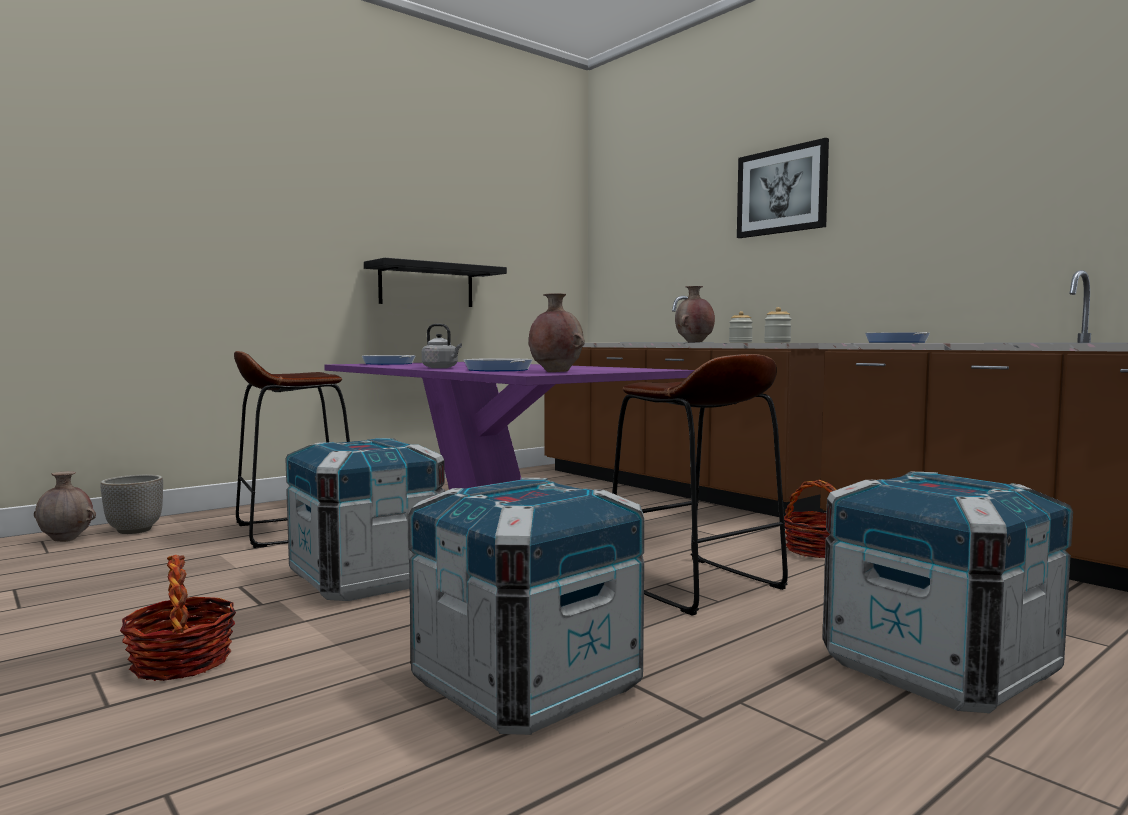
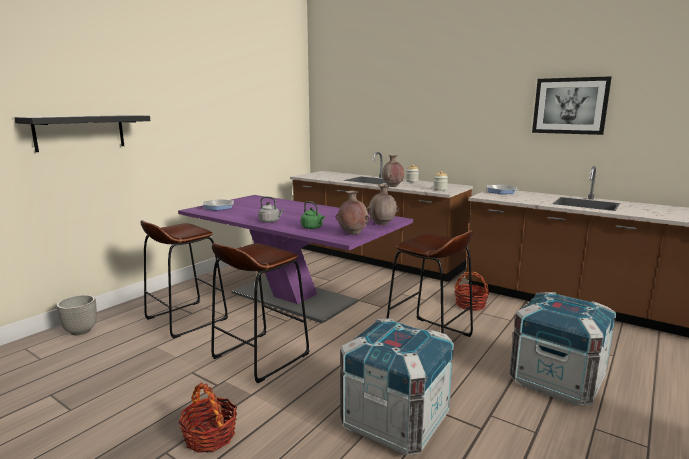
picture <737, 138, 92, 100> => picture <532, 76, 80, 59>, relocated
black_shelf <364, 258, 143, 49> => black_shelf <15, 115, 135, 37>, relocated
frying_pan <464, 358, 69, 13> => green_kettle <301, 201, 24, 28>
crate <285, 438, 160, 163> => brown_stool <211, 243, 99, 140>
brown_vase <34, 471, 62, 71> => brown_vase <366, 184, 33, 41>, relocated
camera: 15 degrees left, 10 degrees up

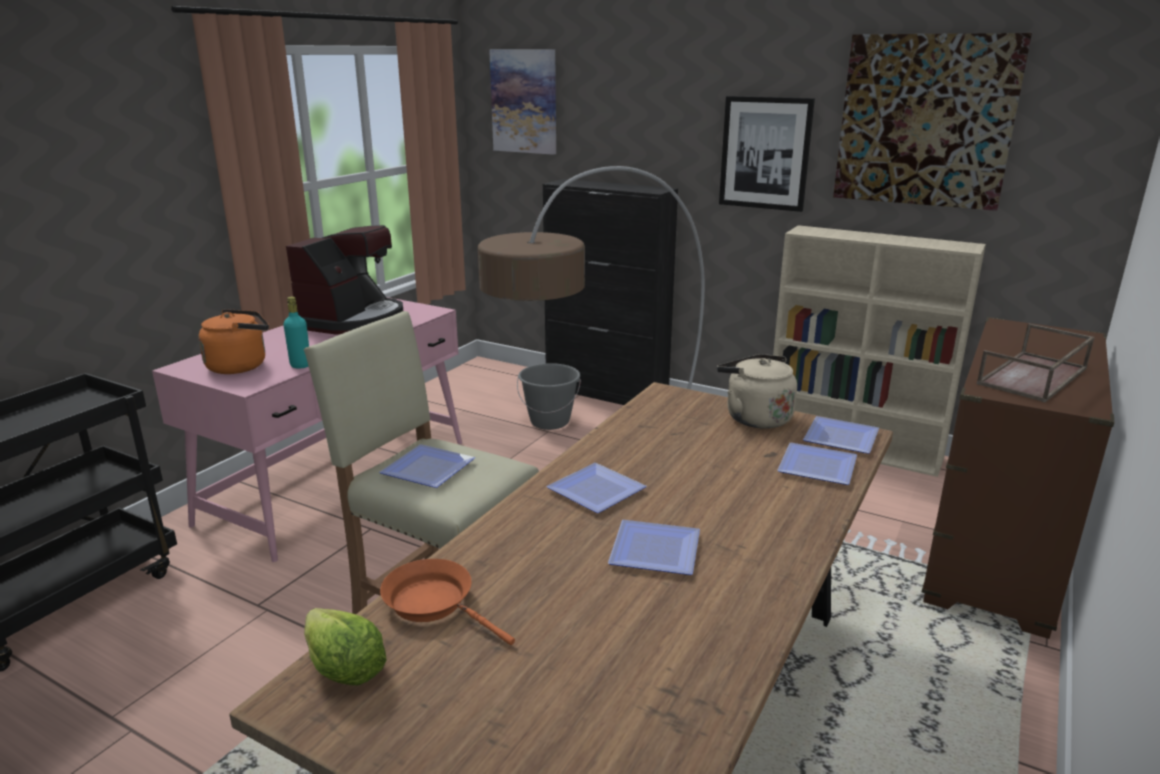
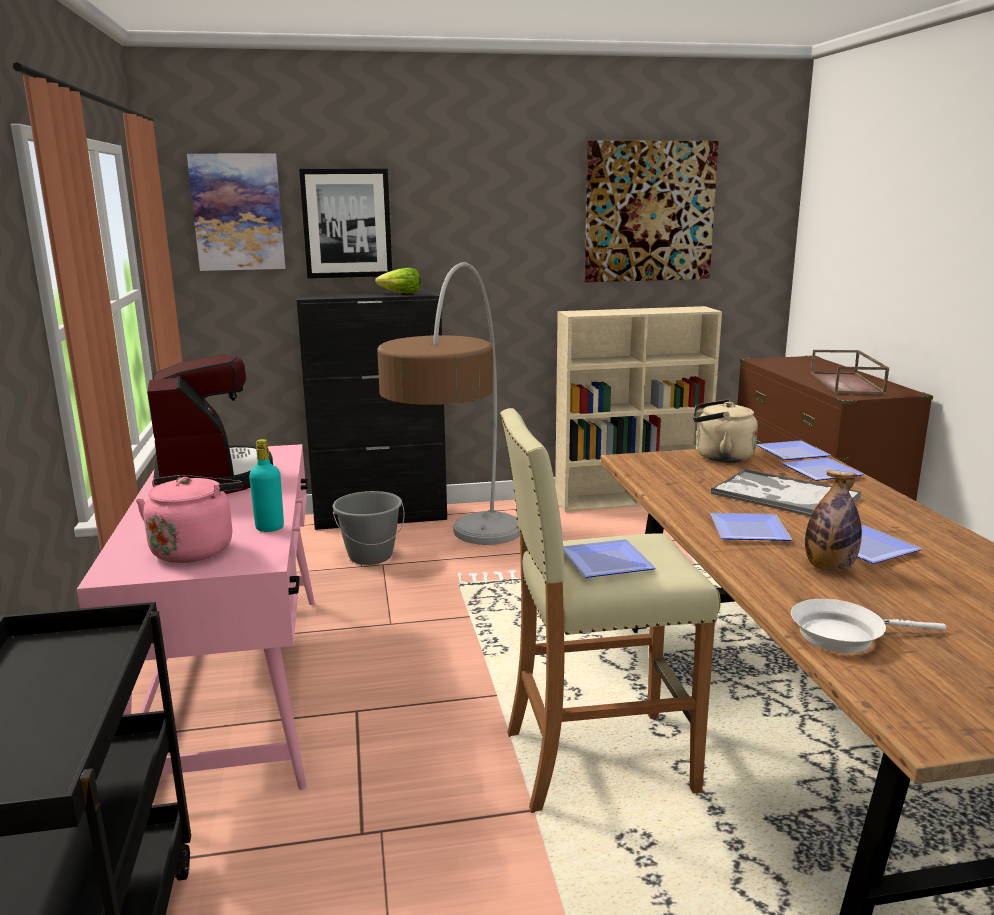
picture <719, 96, 96, 116> => picture <299, 168, 93, 110>, relocated
orange_kettle <198, 309, 71, 65> => pink_kettle <136, 475, 106, 88>
orange_frying_pan <380, 559, 135, 86> => white_frying_pan <791, 599, 155, 54>
lettuce <304, 608, 83, 77> => lettuce <375, 268, 46, 26>, relocated
nothing => tray <711, 469, 150, 48>
nothing => bottle <805, 470, 57, 102>
camera: 40 degrees left, 5 degrees down

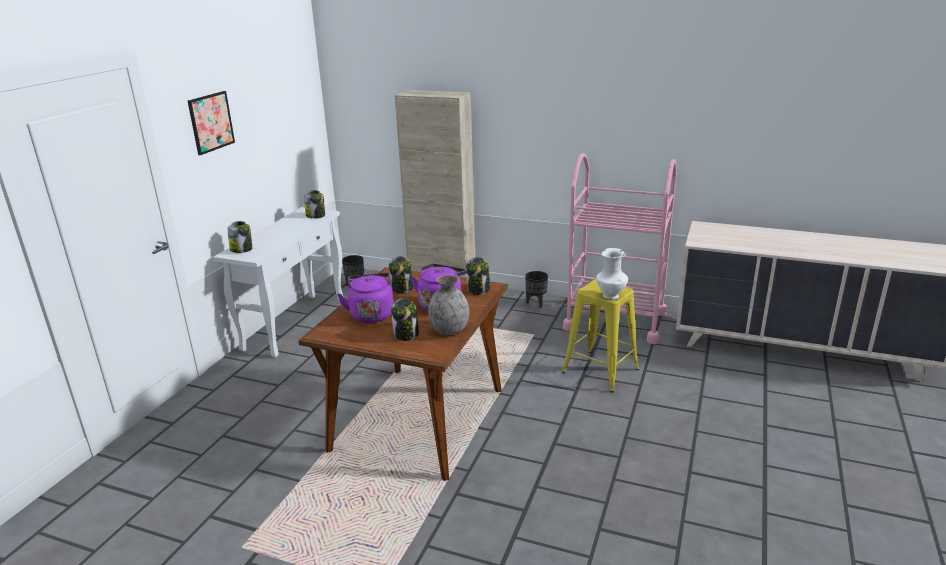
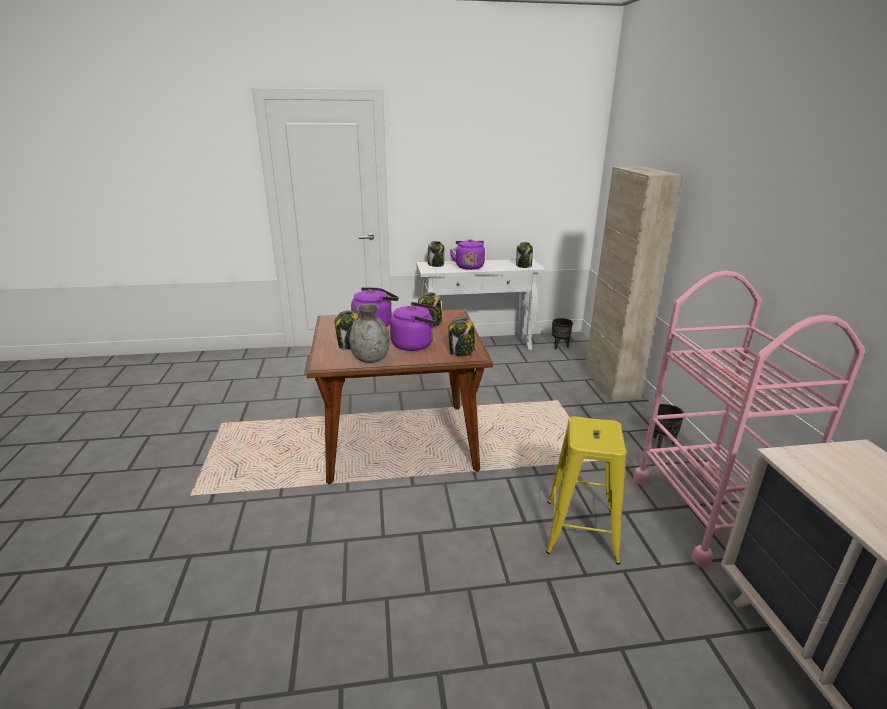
picture <188, 91, 47, 64> => nothing
white_vase <596, 248, 32, 52> => nothing
nothing => purple_kettle <450, 239, 35, 31>
camera: 60 degrees right, 0 degrees up

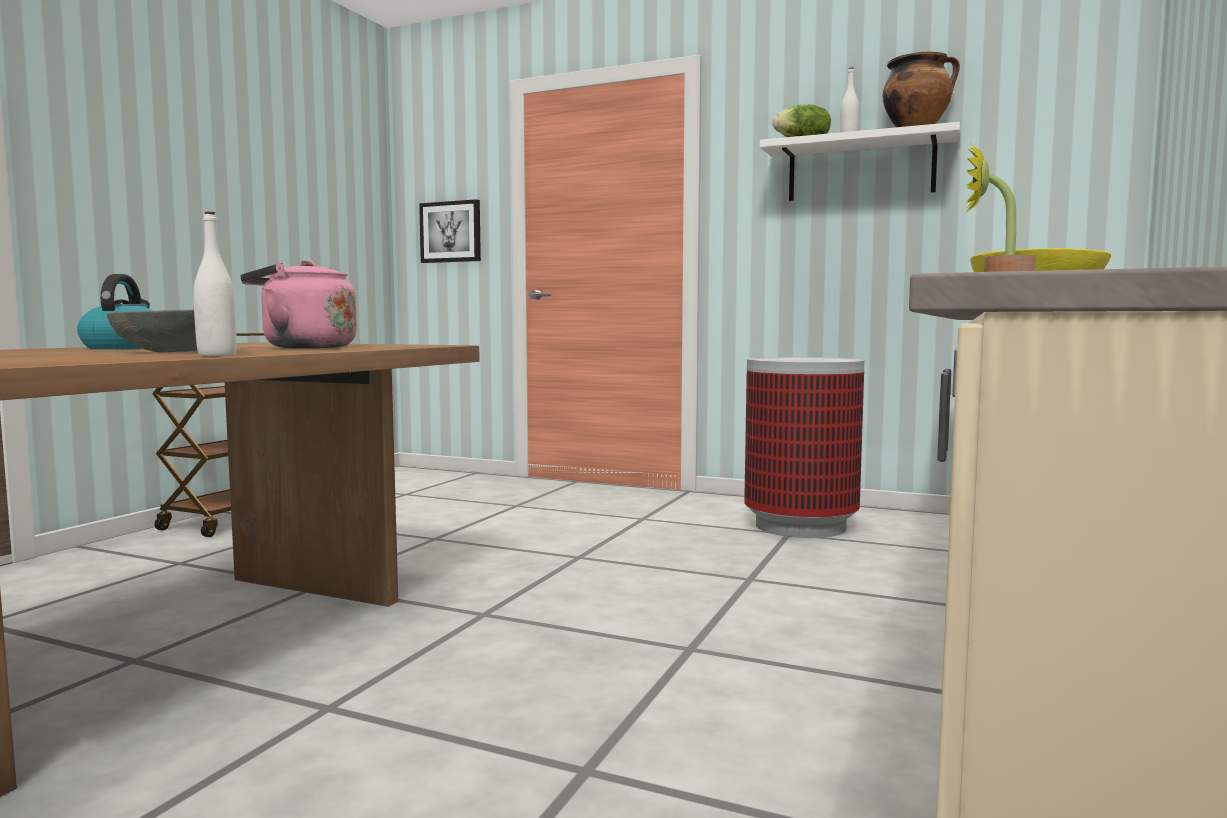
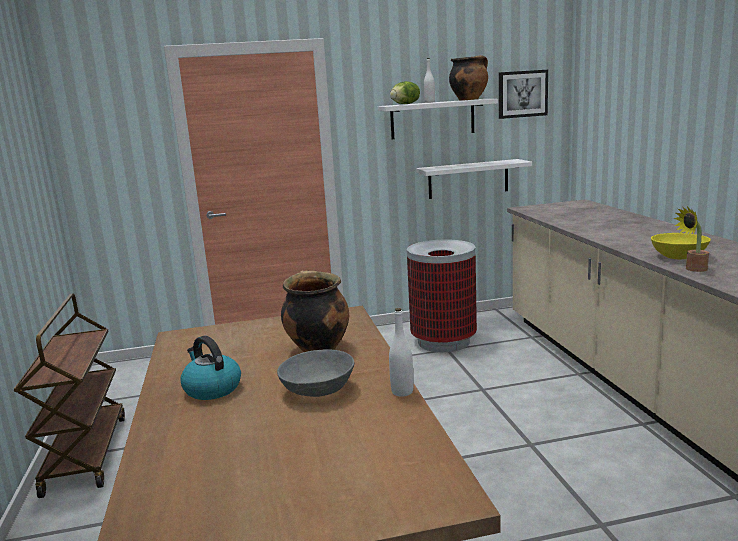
picture <419, 199, 62, 64> => picture <499, 70, 49, 49>, relocated
pink_kettle <240, 260, 117, 88> => cooking_pot <281, 270, 69, 82>
nothing => white_shelf <416, 159, 116, 40>
camera: 35 degrees left, 10 degrees up

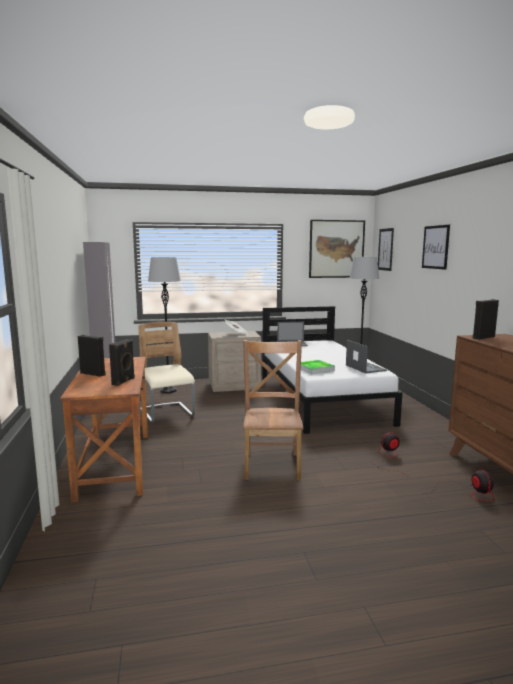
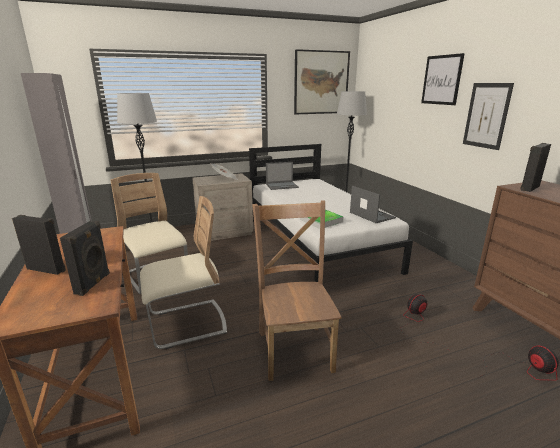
picture <378, 228, 16, 43> => picture <463, 83, 51, 67>, relocated
nothing => beige_chair <140, 196, 87, 153>
camera: 10 degrees left, 10 degrees up

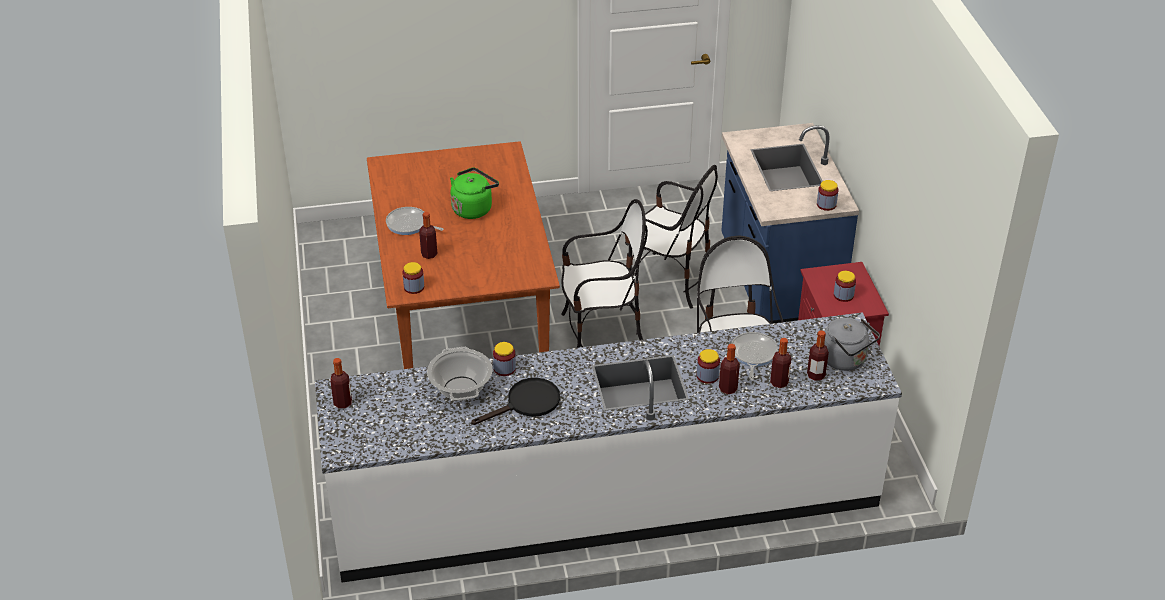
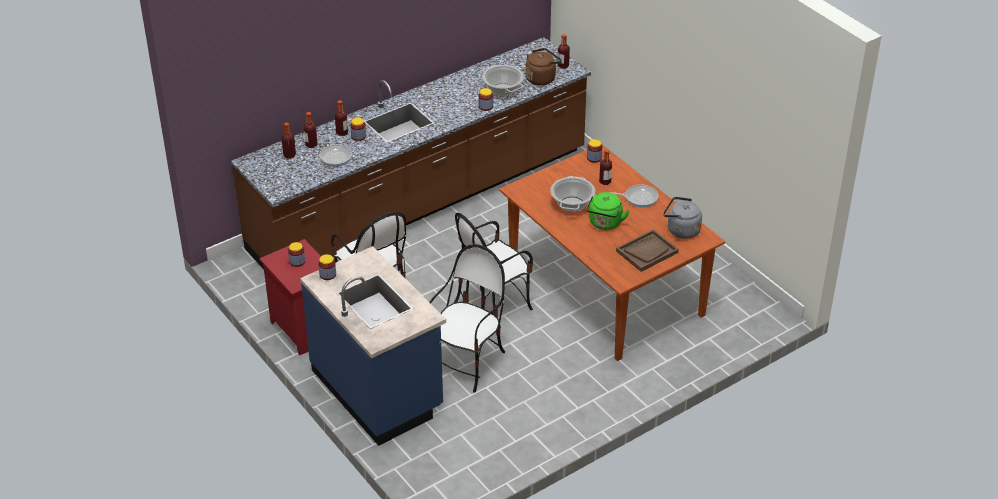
chair <625, 165, 93, 144> => chair <429, 244, 76, 149>, 120 degrees clockwise
white_counter <315, 312, 587, 270> => brown_counter <231, 37, 360, 232>
grey_kettle <824, 318, 56, 53> => grey_kettle <663, 197, 39, 42>, relocated
black_frying_pan <471, 378, 89, 47> => nothing
nothing => brown_kettle <525, 48, 37, 38>
nothing => cooking_pot <550, 176, 45, 36>
nothing => brown_tray <616, 229, 63, 43>
camera: 155 degrees right, 0 degrees up

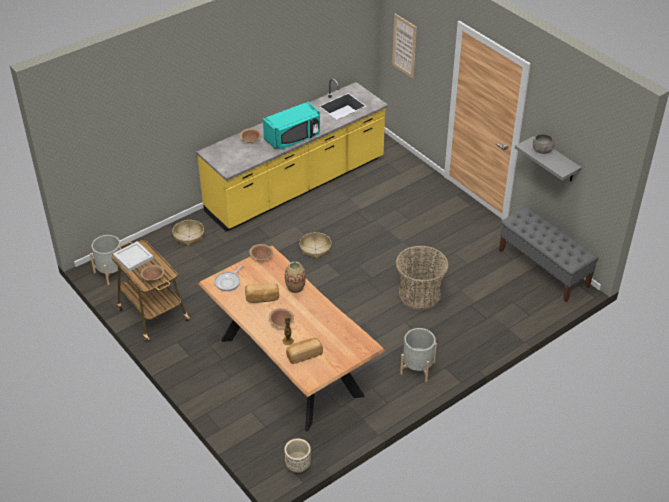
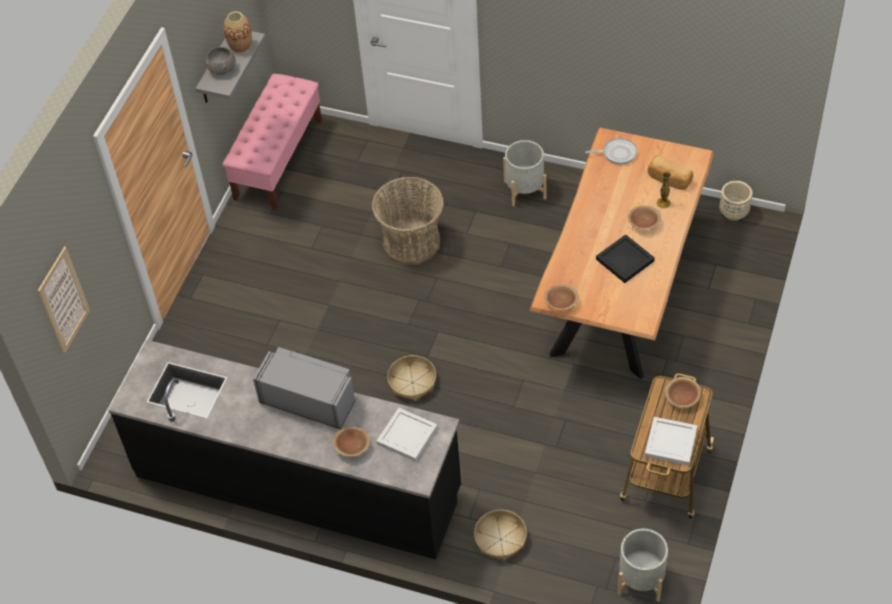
yellow_counter <196, 78, 192, 154> => black_counter <108, 340, 353, 220>
turquoise_microwave <263, 101, 57, 49> => grey_microwave <253, 347, 102, 82>
grey_bench <499, 207, 100, 95> => pink_bench <222, 74, 100, 136>
vase <285, 261, 21, 32> => vase <224, 11, 28, 42>, relocated
frying_pan <215, 264, 28, 27> => frying_pan <585, 138, 52, 27>, relocated
bread <245, 283, 34, 20> => black_tray <596, 234, 59, 49>
nothing => white_tray <376, 408, 62, 54>
camera: 120 degrees left, 10 degrees up

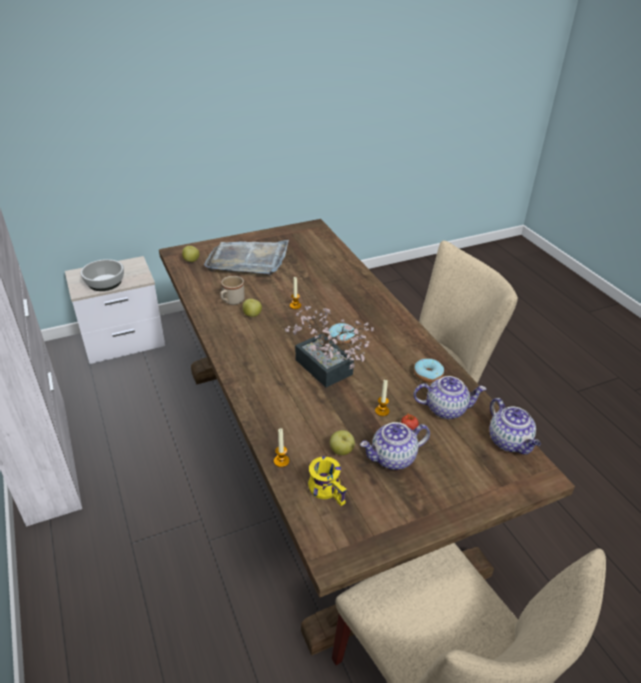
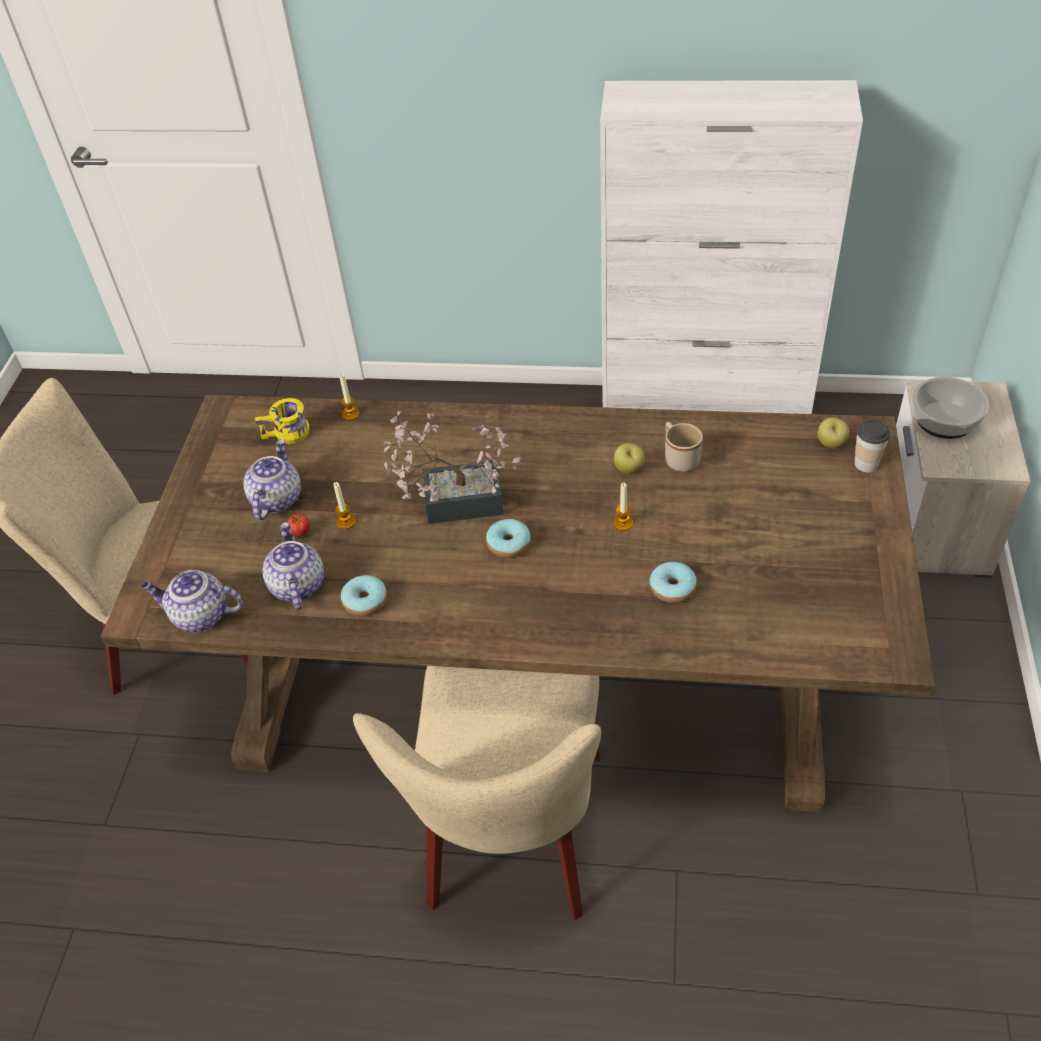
grey_tray <204, 240, 85, 37> => nothing
teapot <413, 376, 73, 43> => teapot <262, 522, 62, 88>, 135 degrees clockwise
apple <330, 430, 25, 25> => nothing
nothing => cup <854, 419, 36, 53>
nothing => donut <650, 562, 47, 41>
camera: 125 degrees right, 10 degrees up

